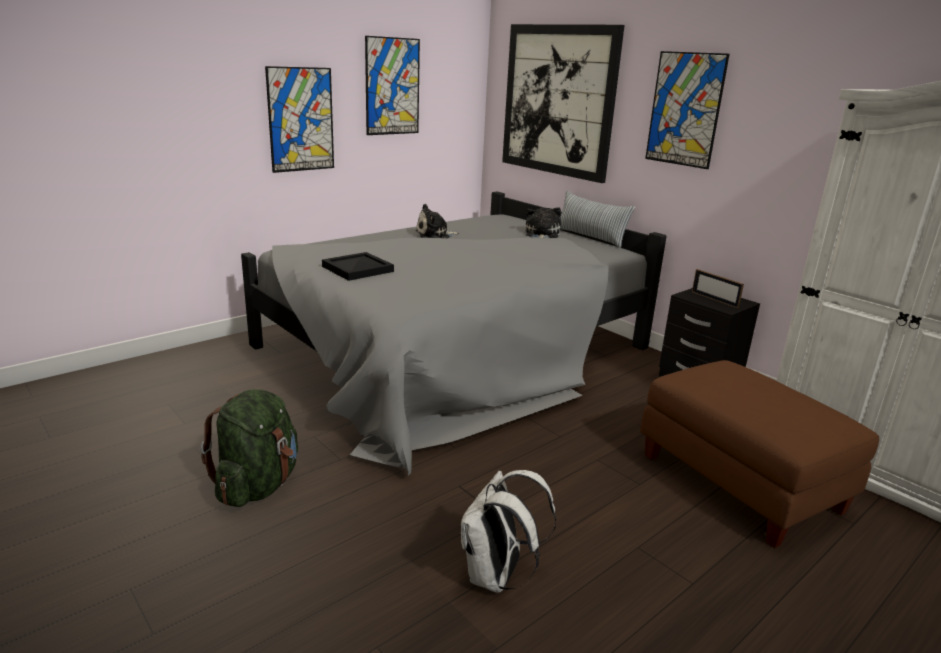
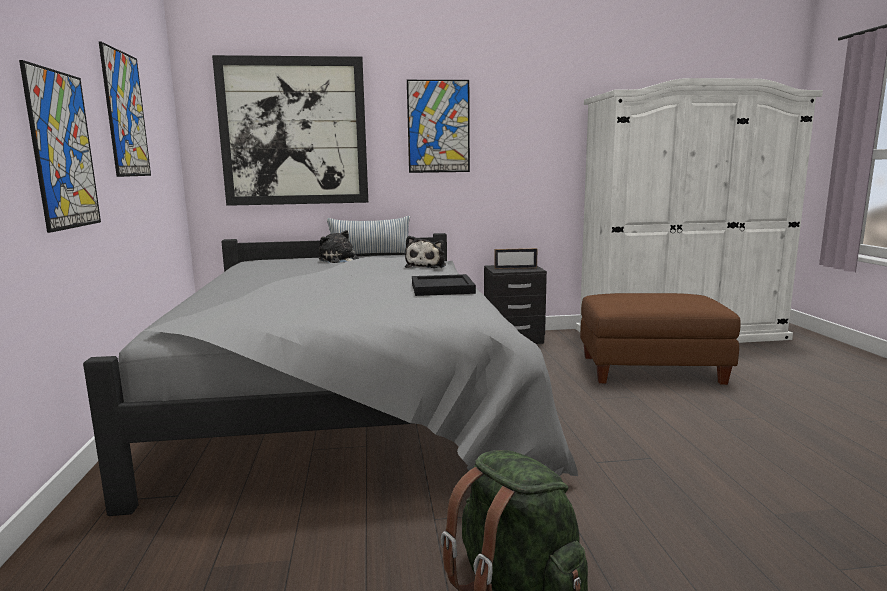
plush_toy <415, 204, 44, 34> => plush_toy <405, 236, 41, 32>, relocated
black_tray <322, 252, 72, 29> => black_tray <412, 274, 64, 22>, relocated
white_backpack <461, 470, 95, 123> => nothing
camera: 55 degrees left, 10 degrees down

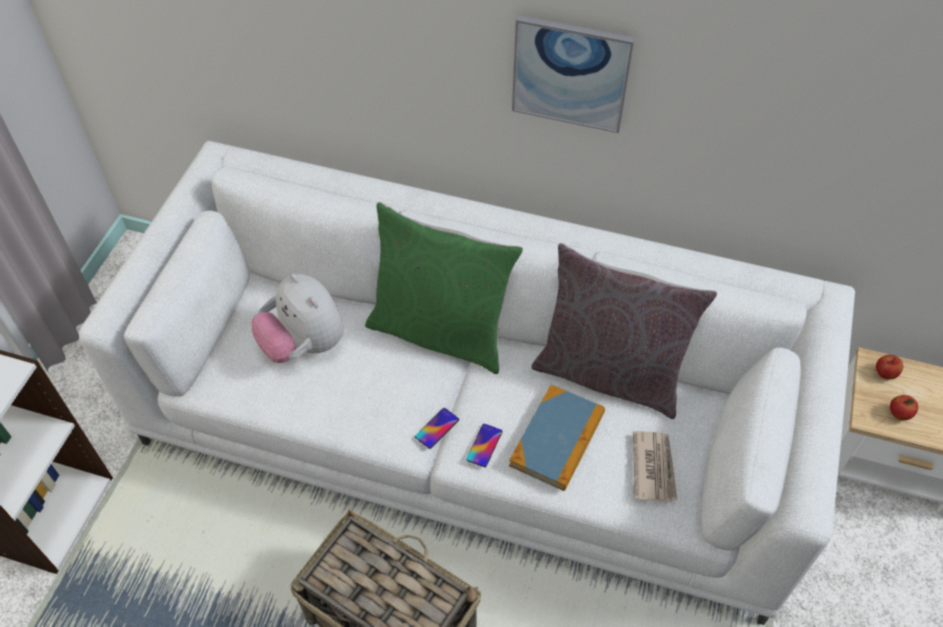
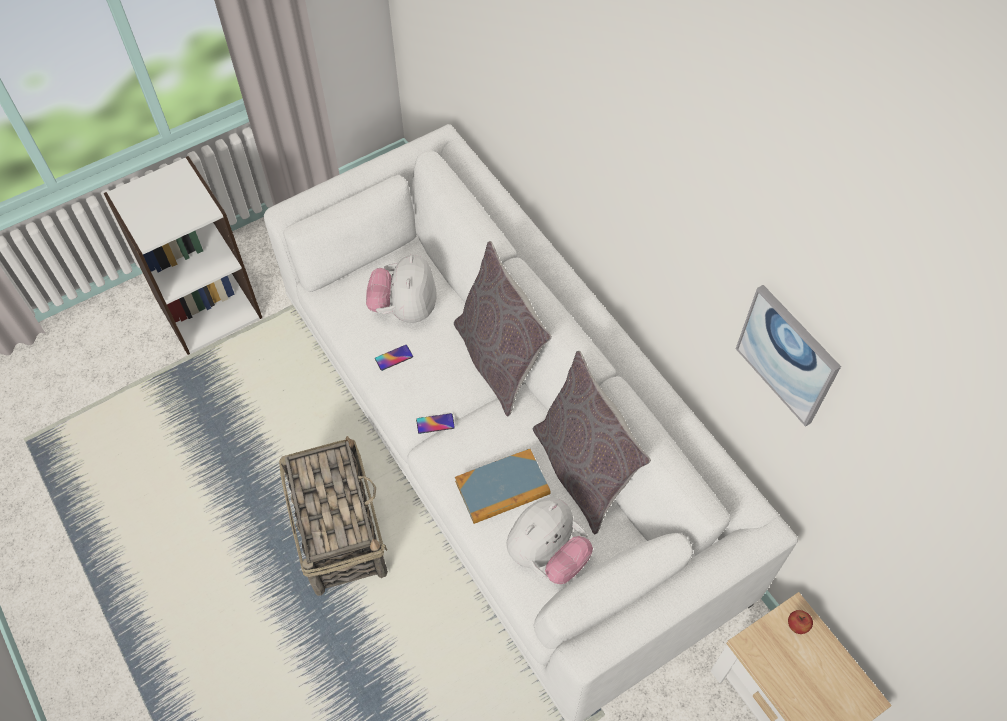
picture <512, 15, 123, 118> => picture <736, 285, 105, 142>, relocated
green_pillow <365, 202, 158, 172> => grey_pillow <454, 241, 98, 175>
apple <890, 395, 28, 25> => nothing
phone <466, 424, 37, 43> => phone <375, 345, 38, 26>, relocated
newspaper <633, 431, 44, 71> => plush_toy <506, 497, 87, 87>
camera: 40 degrees right, 5 degrees up

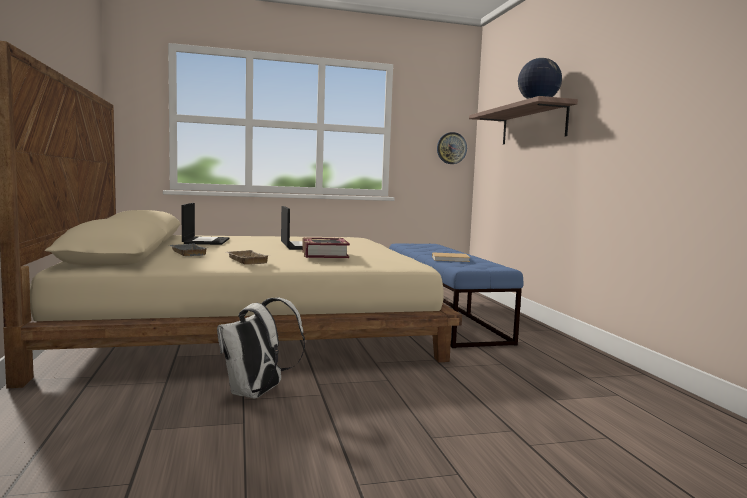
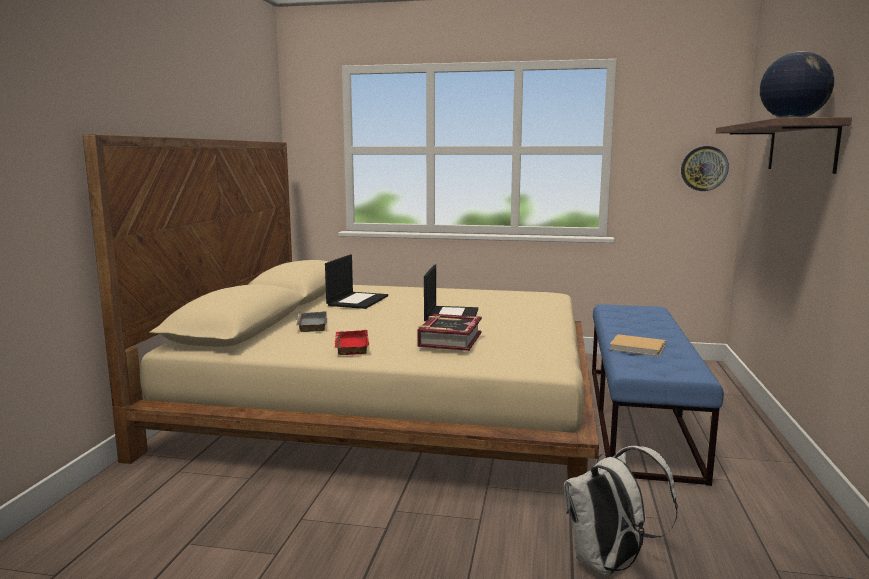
beige_tray <227, 250, 42, 15> => red_tray <335, 330, 34, 25>
white_backpack <217, 298, 88, 101> => white_backpack <564, 446, 114, 130>, relocated
camera: 25 degrees right, 5 degrees up

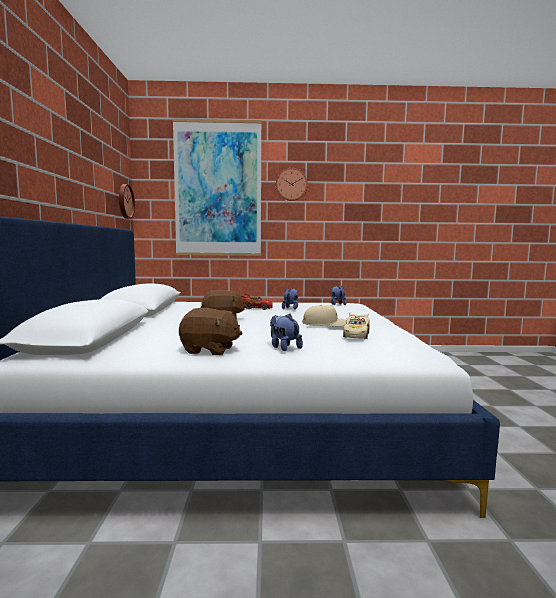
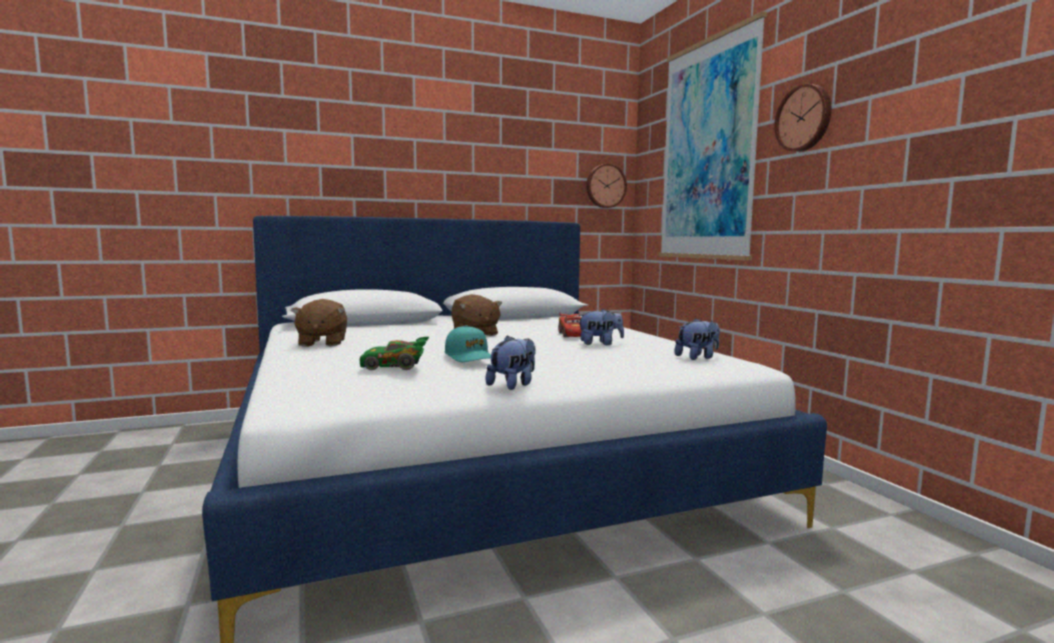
beige_cap <302, 305, 44, 22> => turquoise_cap <445, 325, 46, 37>
beige_toy_car <343, 313, 27, 26> => green_toy_car <360, 337, 69, 33>
plush_toy <270, 314, 33, 37> => plush_toy <486, 335, 50, 55>, relocated
camera: 70 degrees right, 0 degrees up

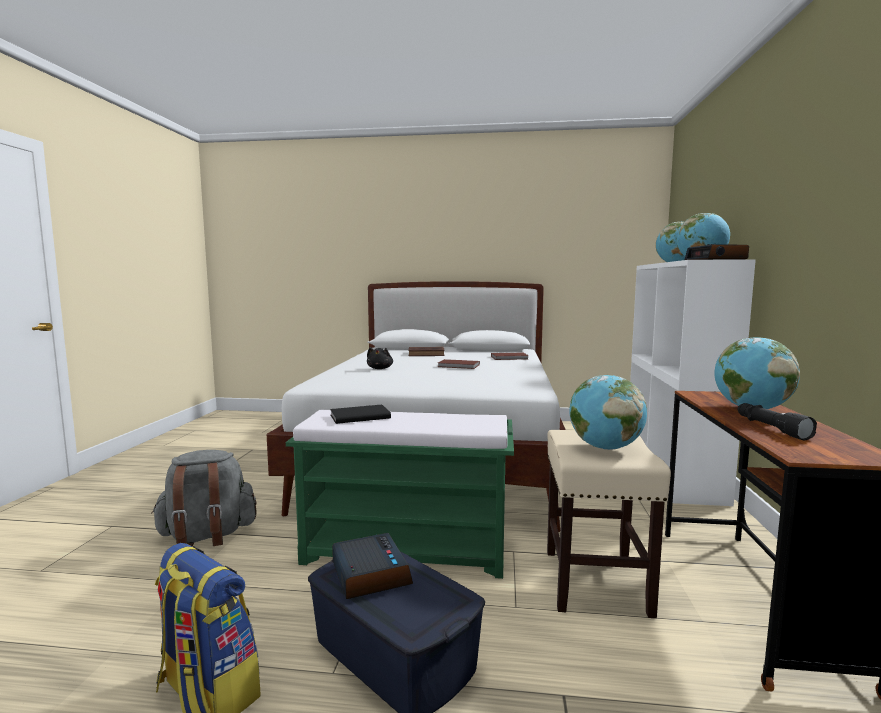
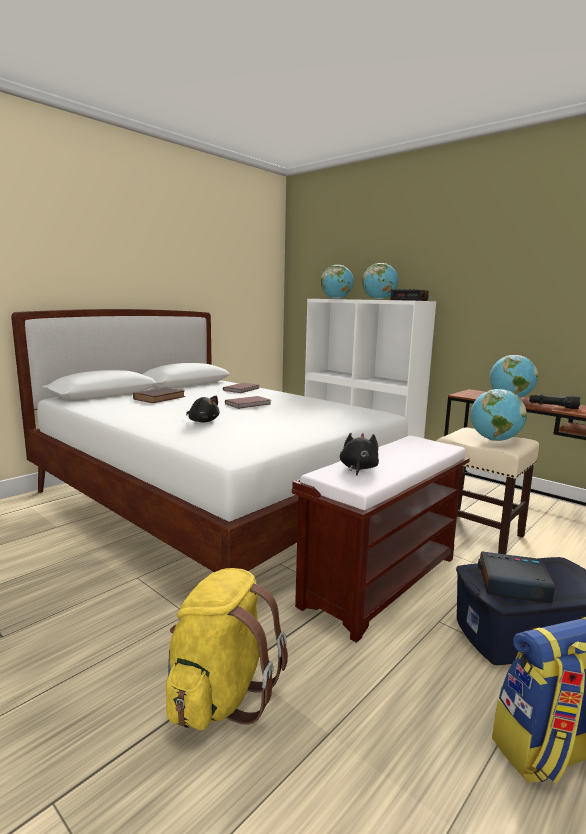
black_book <330, 405, 61, 19> => black_plush_toy <340, 433, 39, 43>
green_bench <286, 410, 228, 169> => brown_bench <292, 436, 178, 207>
grey_backpack <151, 450, 106, 96> => yellow_backpack <166, 568, 122, 162>
camera: 55 degrees left, 5 degrees up

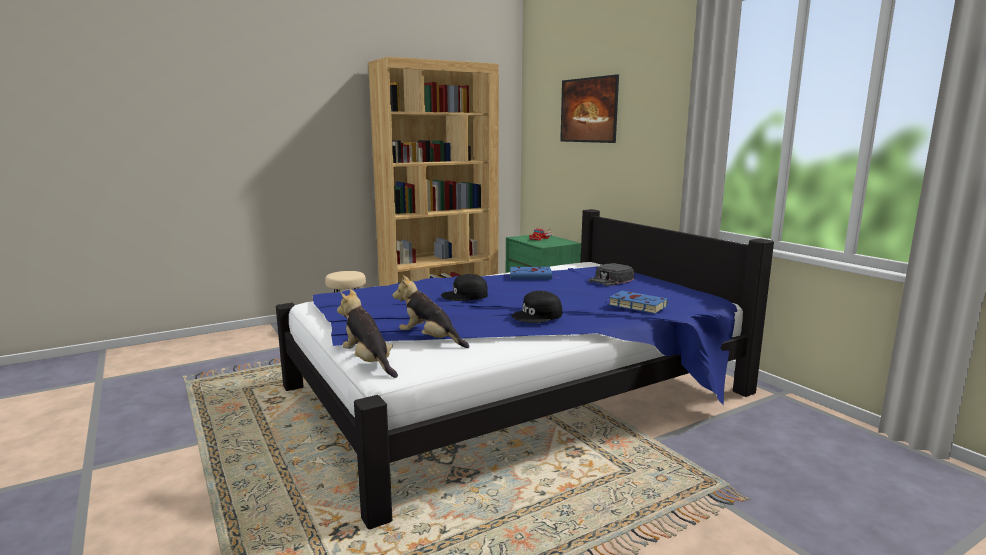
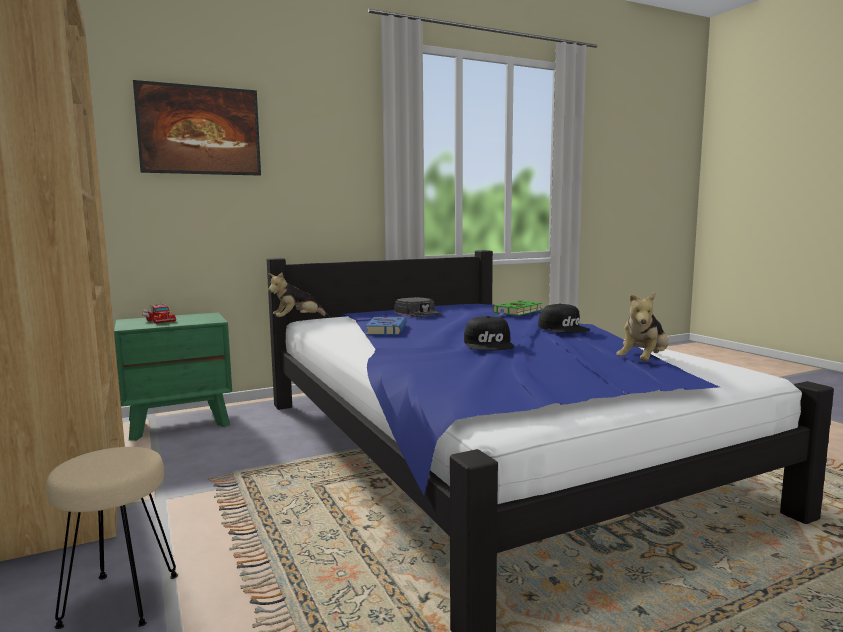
plush_toy <337, 289, 61, 89> => plush_toy <268, 272, 61, 45>, relocated
blue_book <608, 291, 60, 23> => green_book <493, 301, 49, 15>
camera: 85 degrees left, 5 degrees down

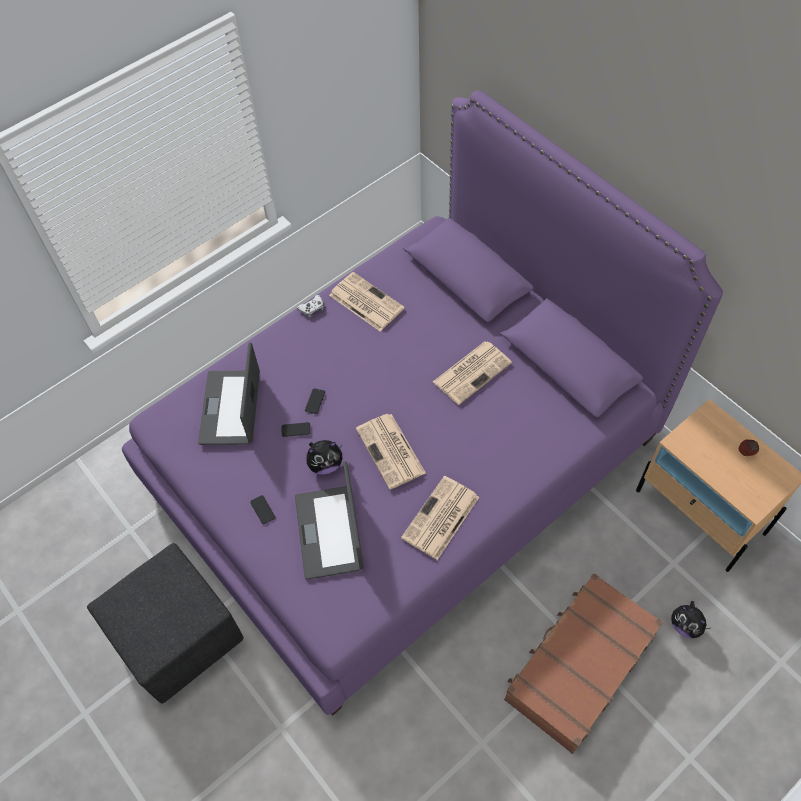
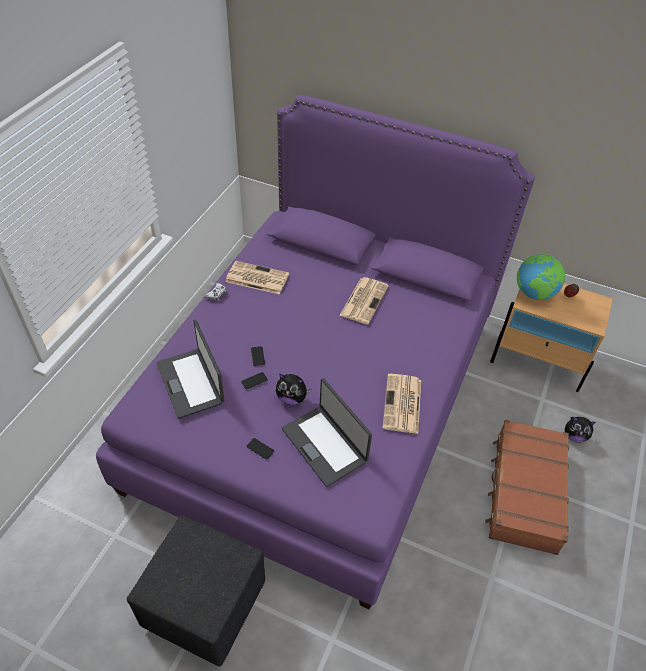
newspaper <356, 414, 70, 76> => nothing
plush_toy <307, 440, 35, 35> => plush_toy <276, 374, 35, 31>, 60 degrees clockwise
nothing => globe <517, 254, 48, 46>
camera: 30 degrees left, 10 degrees down

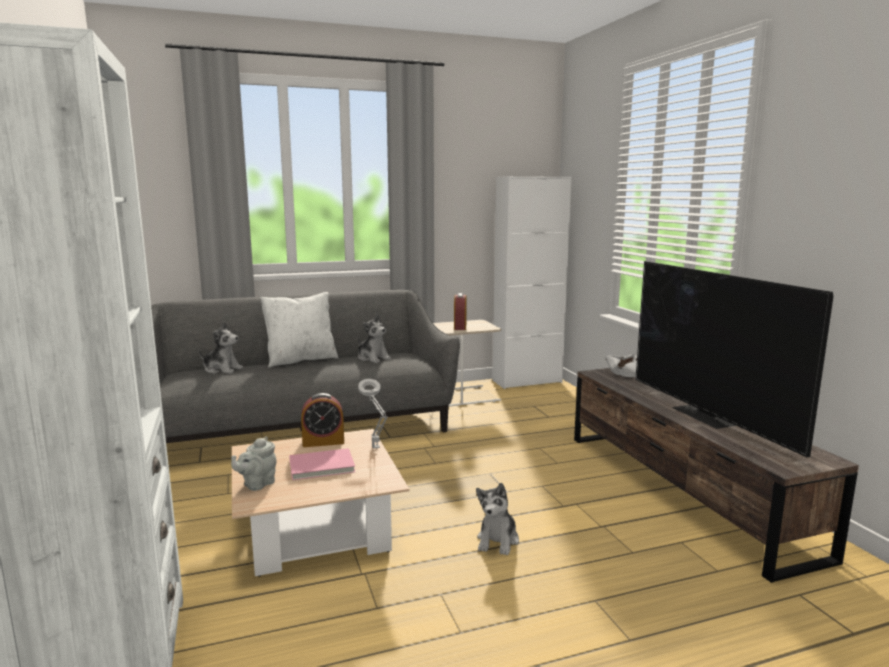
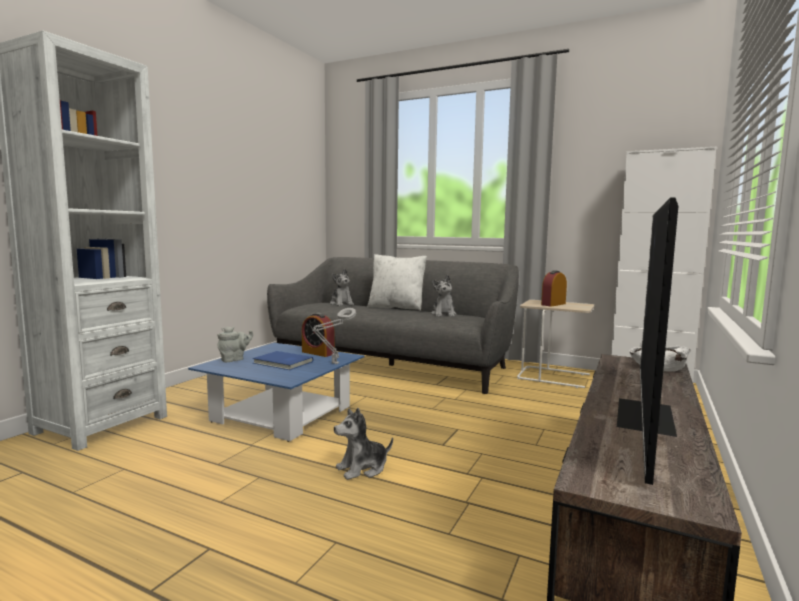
beige_coffee_table <232, 429, 178, 148> => blue_coffee_table <188, 343, 177, 99>
grey_teapot <231, 436, 45, 55> => grey_teapot <217, 326, 36, 36>, 150 degrees clockwise
pink_book <289, 448, 66, 32> => blue_book <253, 351, 60, 19>
camera: 45 degrees right, 5 degrees down

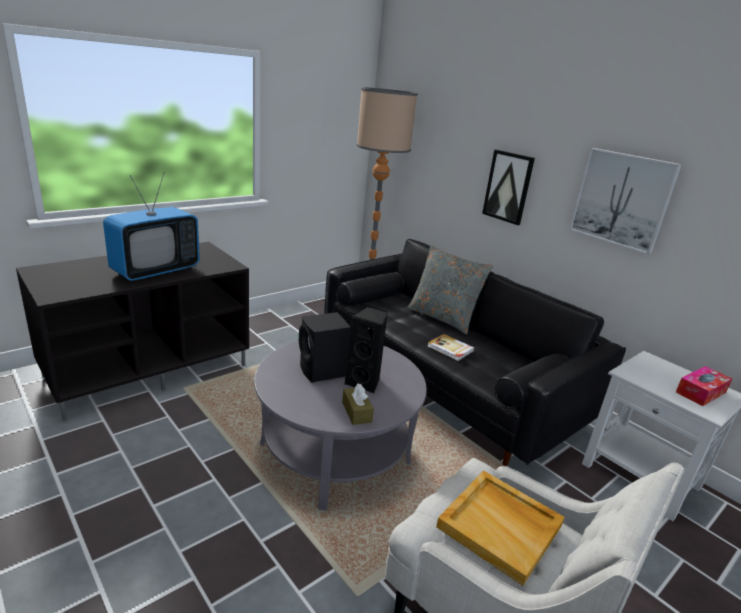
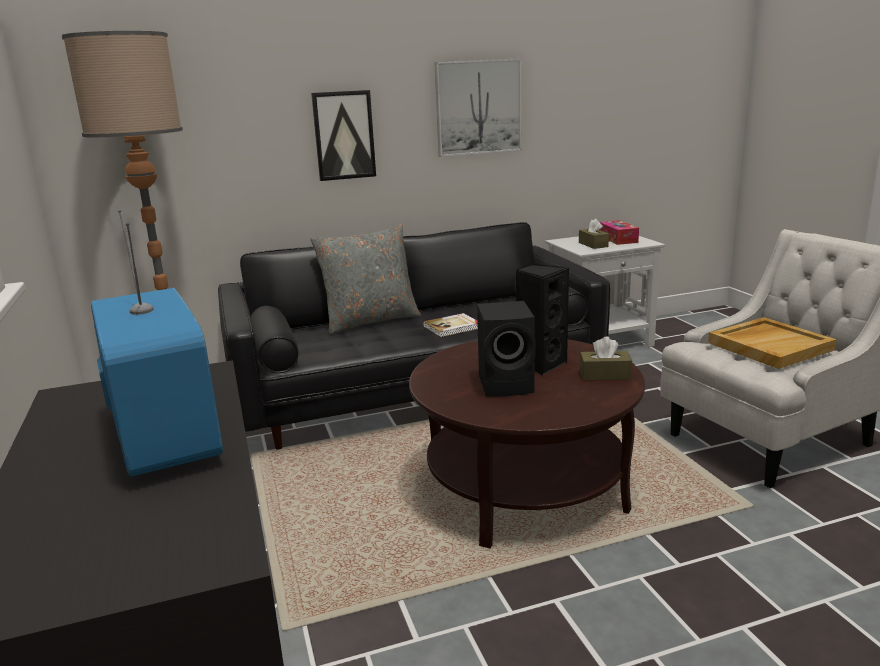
grey_coffee_table <254, 341, 173, 170> => brown_coffee_table <409, 339, 236, 209>
nothing => brown_tissue_box <579, 219, 30, 30>
camera: 65 degrees left, 5 degrees down

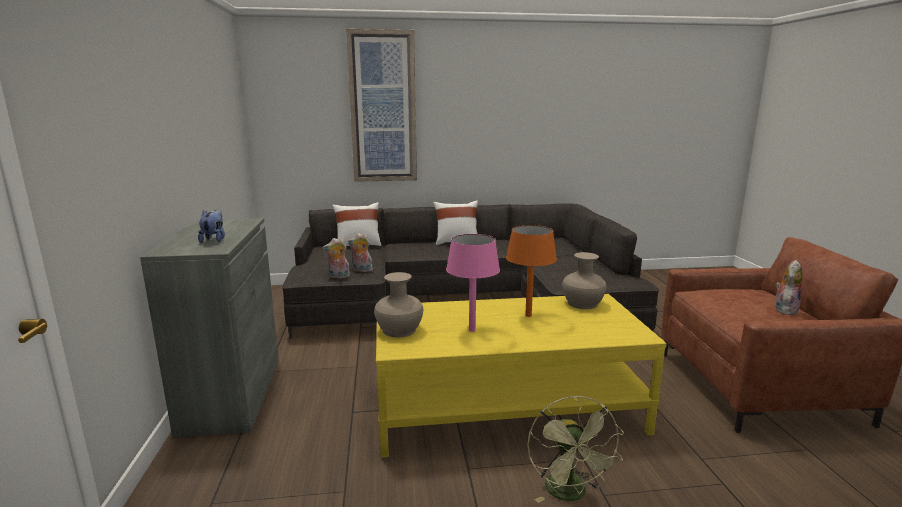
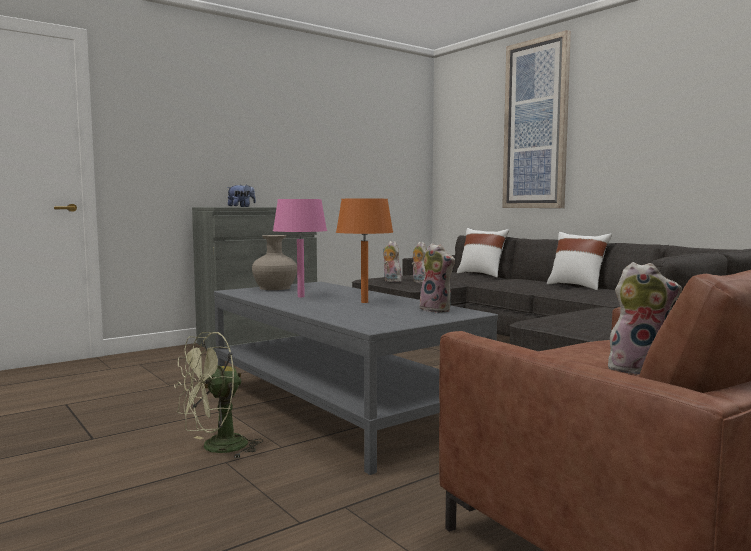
beige_vase <562, 252, 45, 57> => plush_toy <418, 243, 37, 70>
yellow_coffee_table <376, 294, 291, 164> => grey_coffee_table <214, 282, 284, 193>
camera: 60 degrees right, 10 degrees down

